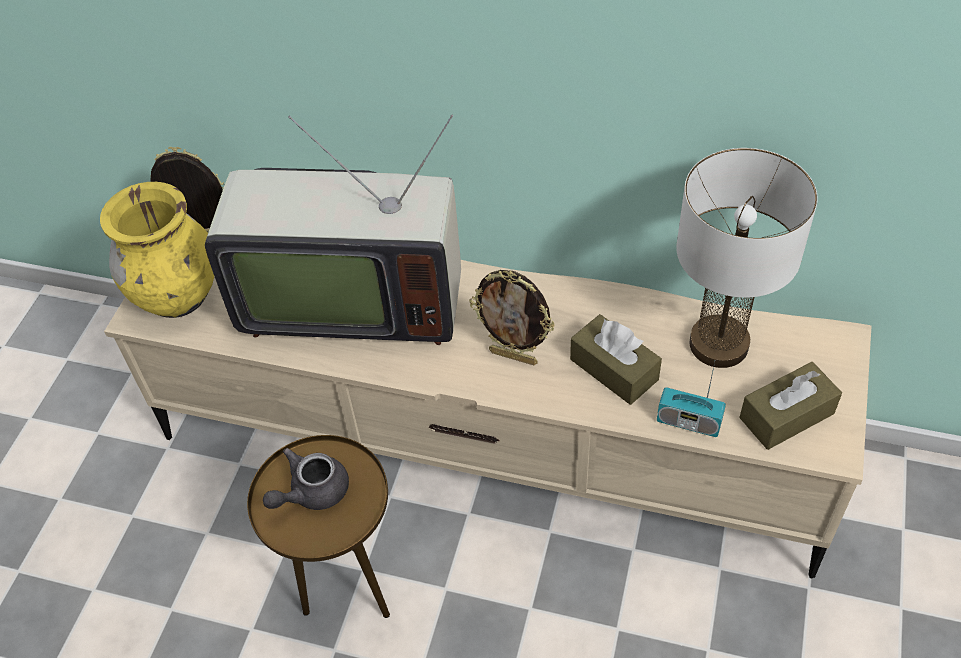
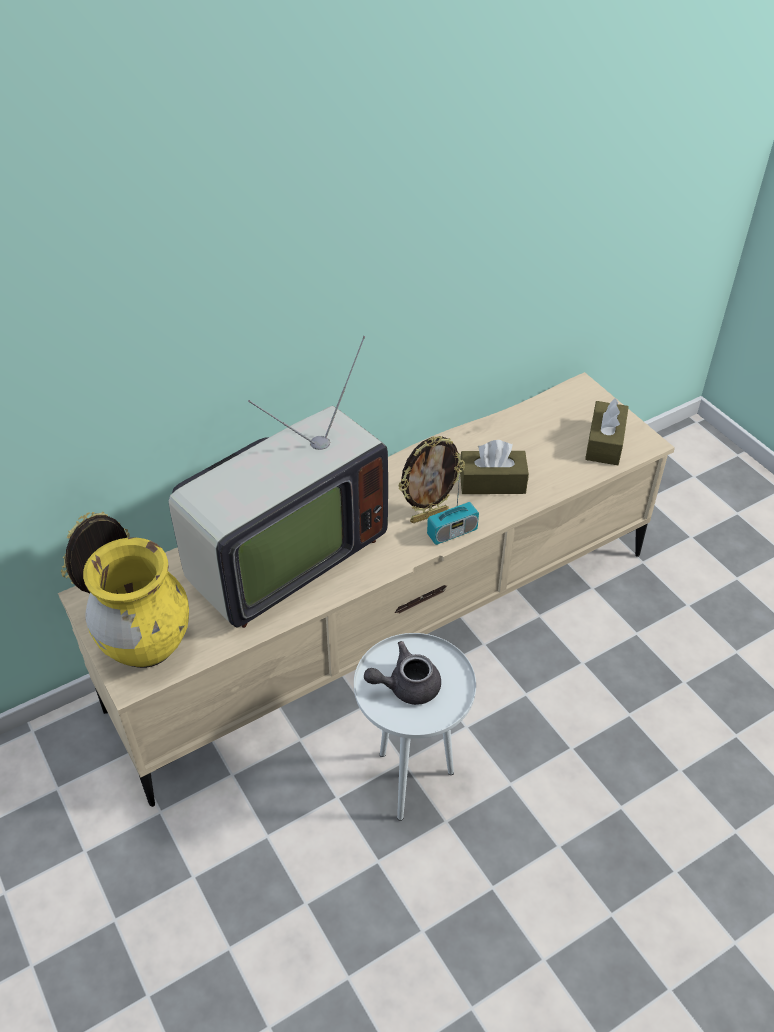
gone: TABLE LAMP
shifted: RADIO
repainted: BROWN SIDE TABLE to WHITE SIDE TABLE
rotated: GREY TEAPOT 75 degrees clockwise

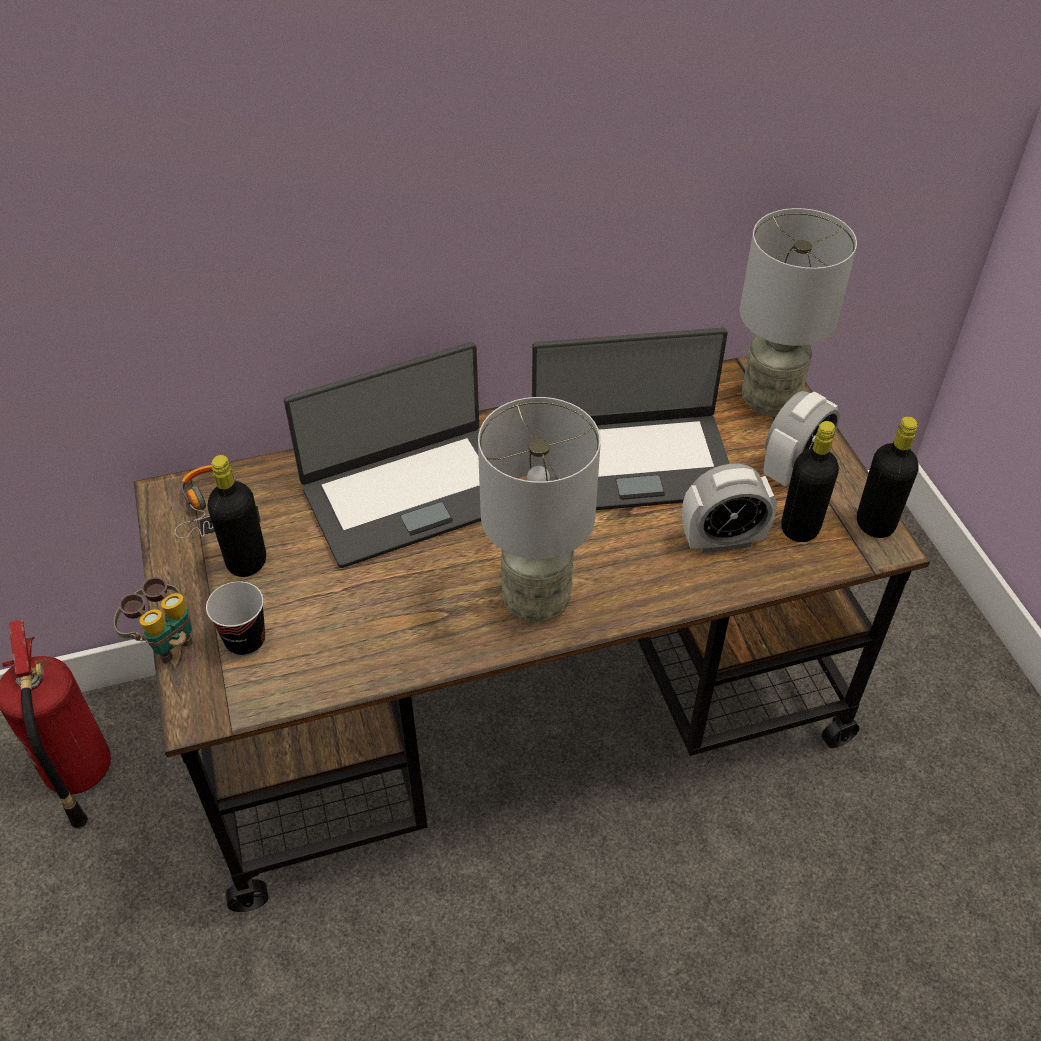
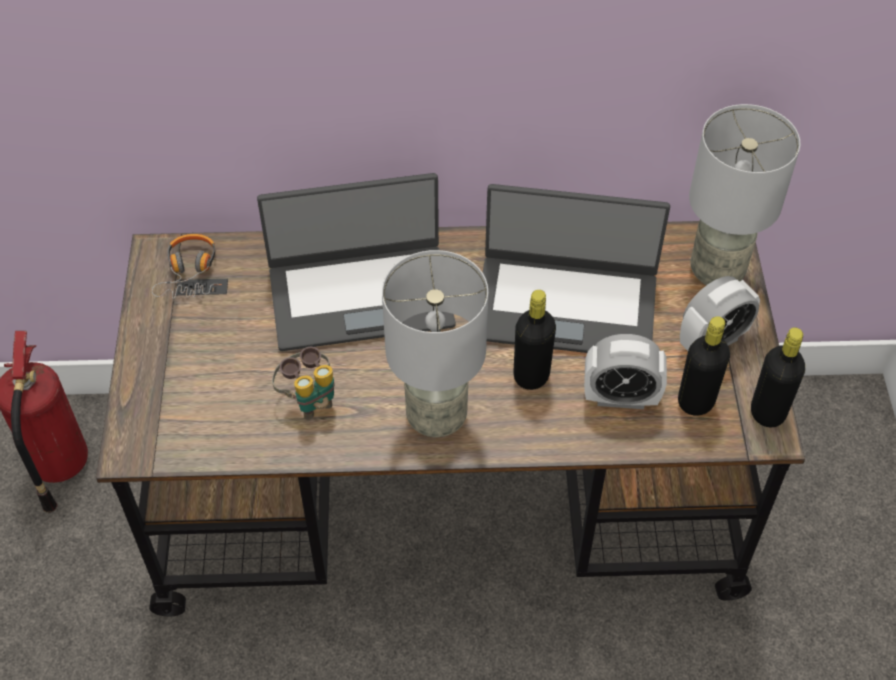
gone: CUP
shifted: BINOCULARS; BLACK BOTTLE (no. 1 from left)

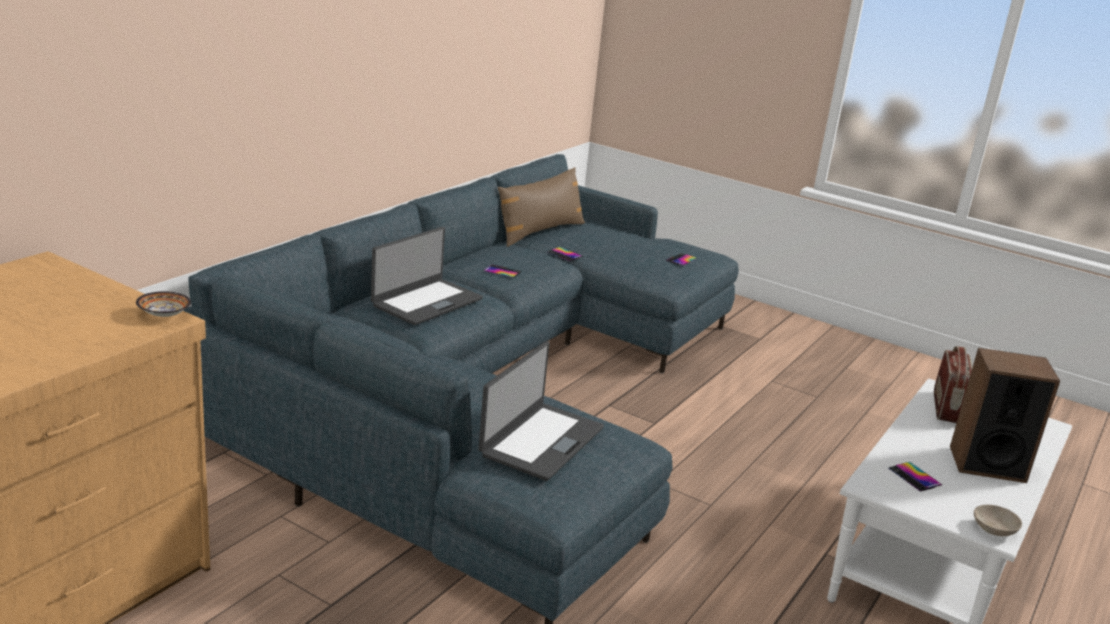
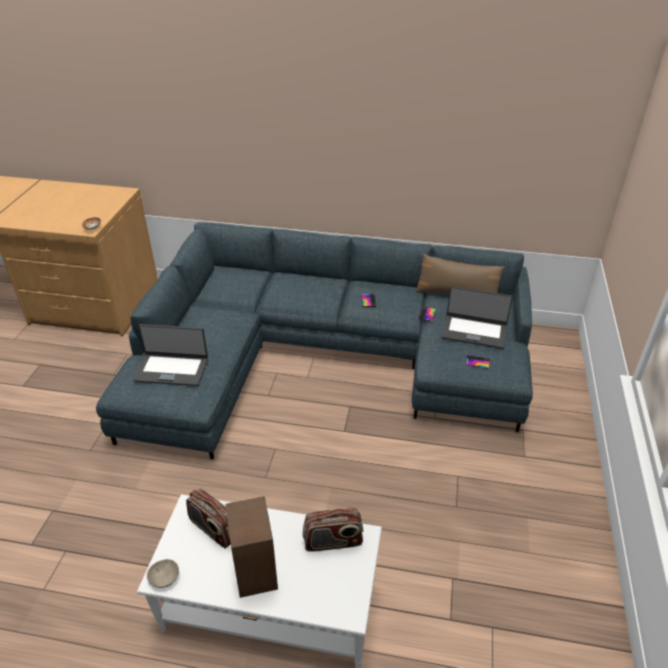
shifted: LAPTOP (no. 1 from left in the first image) to LAPTOP (no. 2 from left)
swapped: PHONE (no. 4 from left) to RADIO (no. 1 from left)

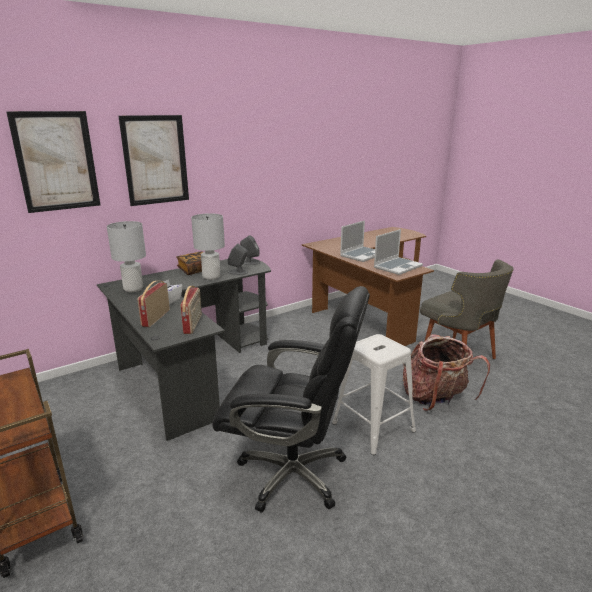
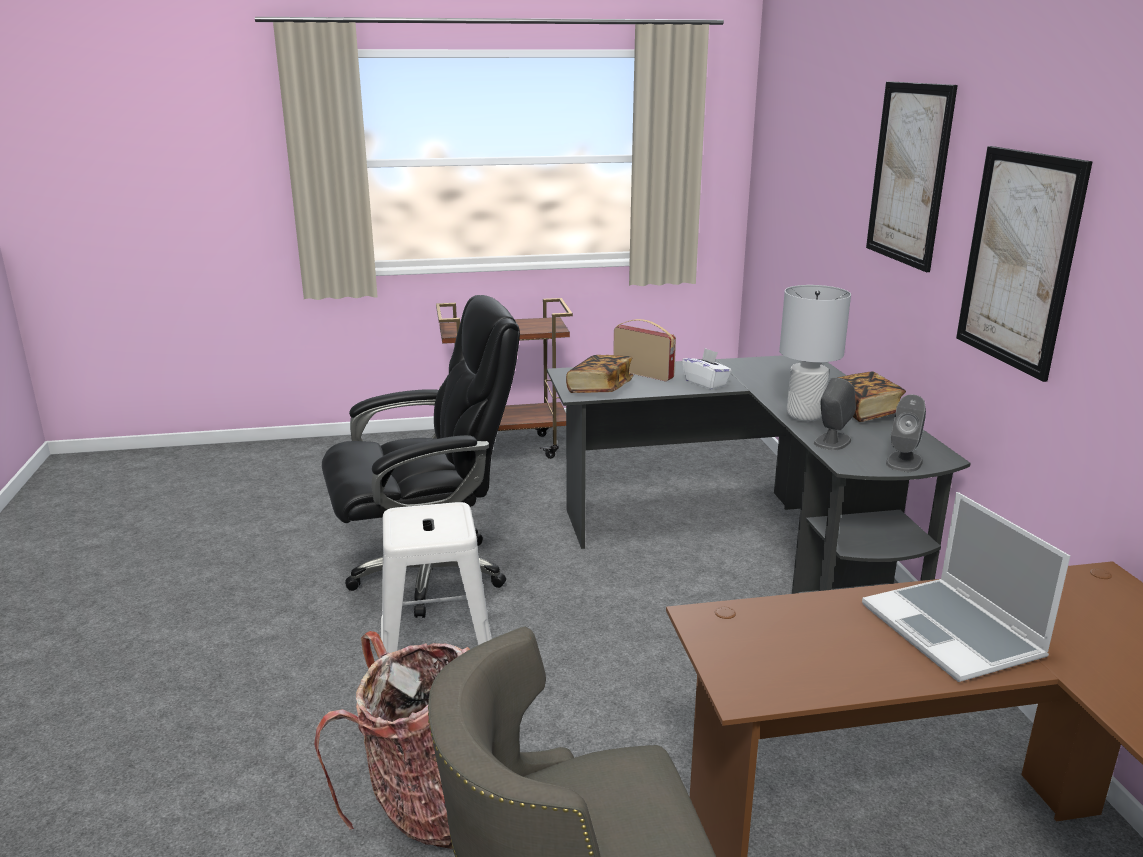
gone: GREY TABLE LAMP (no. 1 from left); LAPTOP (no. 2 from left)
shifted: PICTURE (no. 1 from left in the first image) to PICTURE (no. 2 from left)
swapped: RADIO (no. 2 from left) to BOOK (no. 1 from left)
rotated: BLACK OFFICE CHAIR 150 degrees counterclockwise

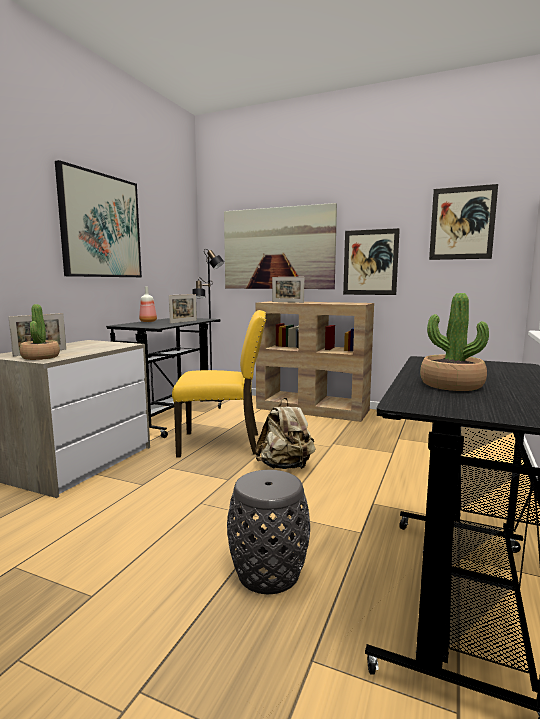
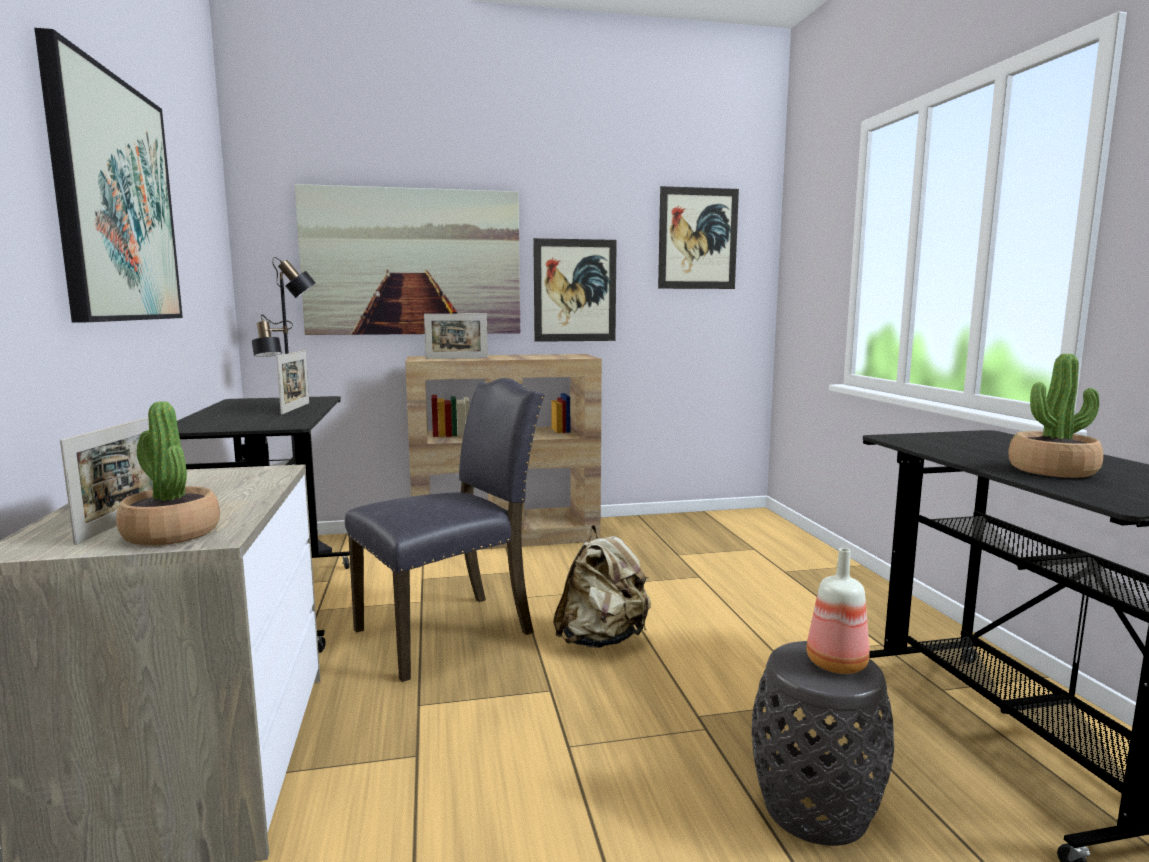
shifted: BOTTLE
repainted: YELLOW CHAIR to GREY CHAIR

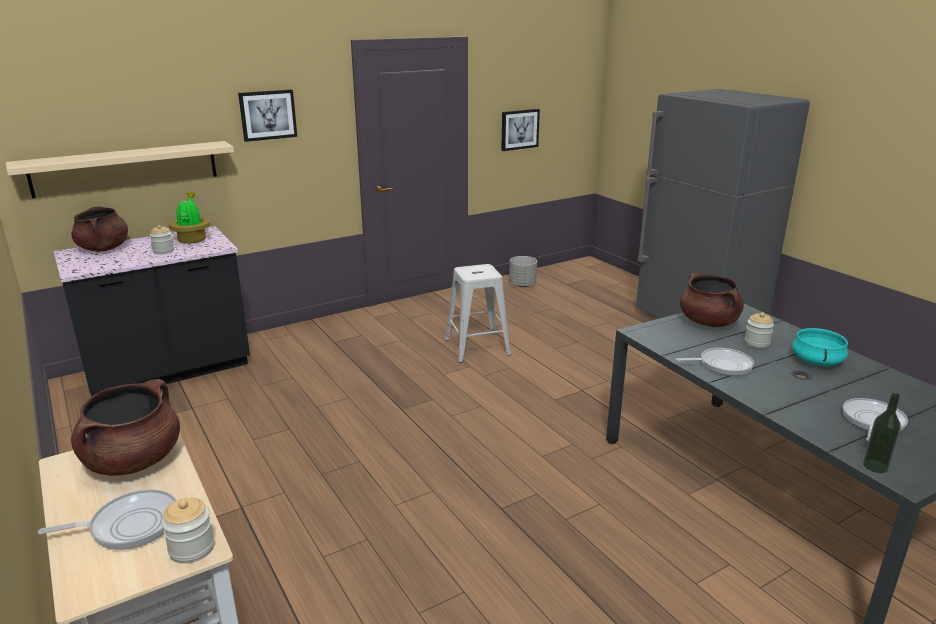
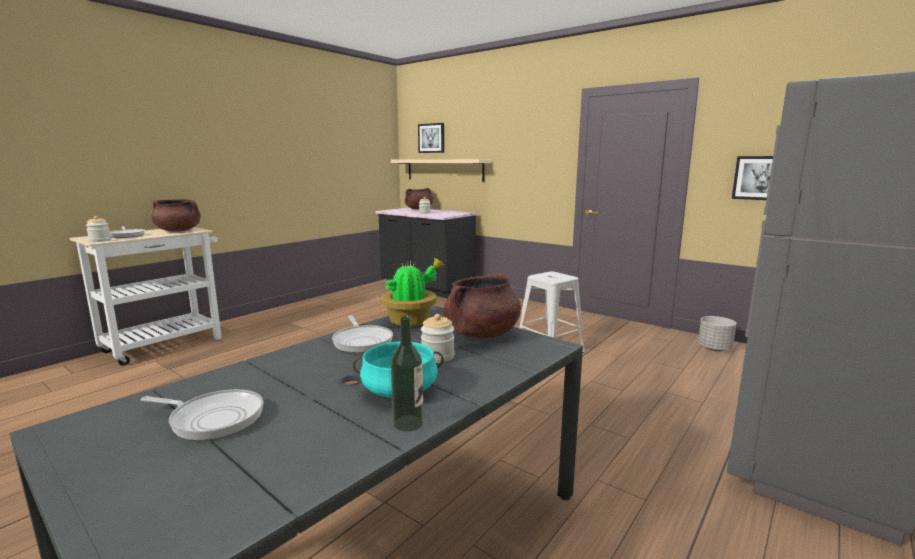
shifted: POTTED PLANT; BOTTLE; PICTURE (no. 1 from left)

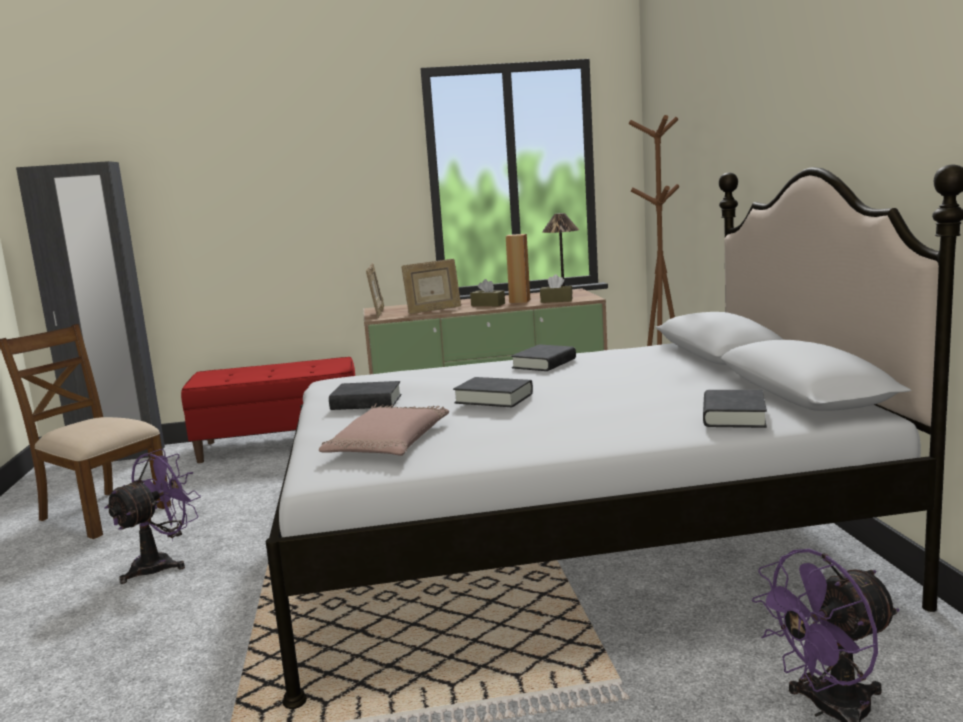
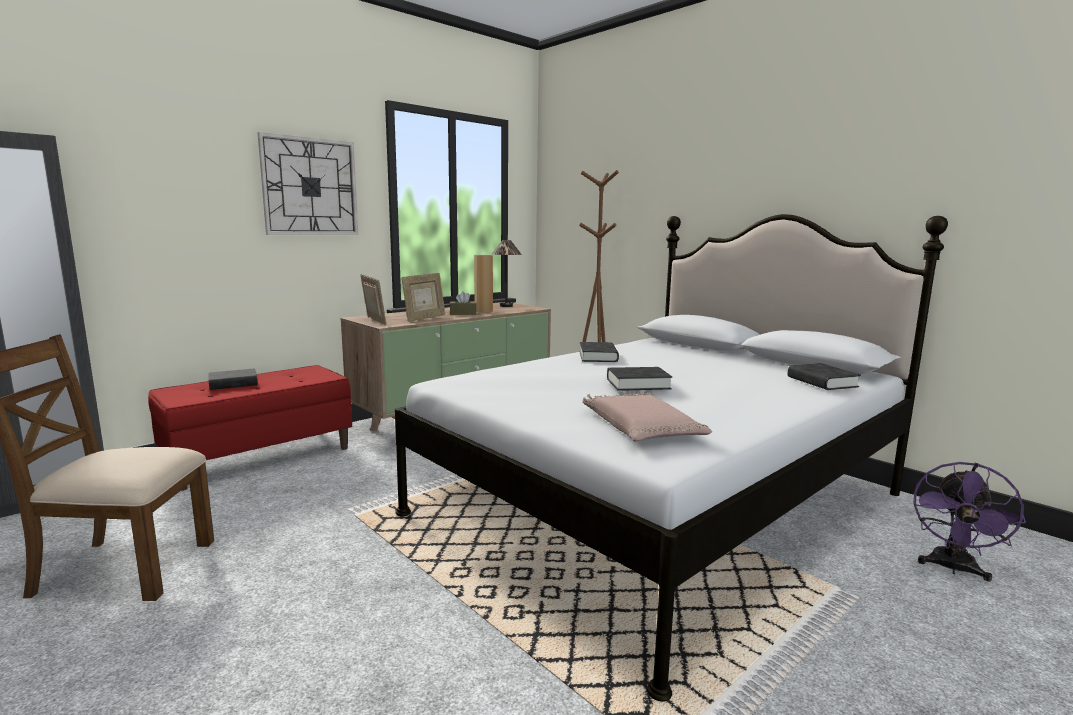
gone: PURPLE FAN (no. 1 from left); BROWN TISSUE BOX (no. 2 from left)
new: WALL CLOCK
shifted: BLACK BOOK (no. 1 from left)

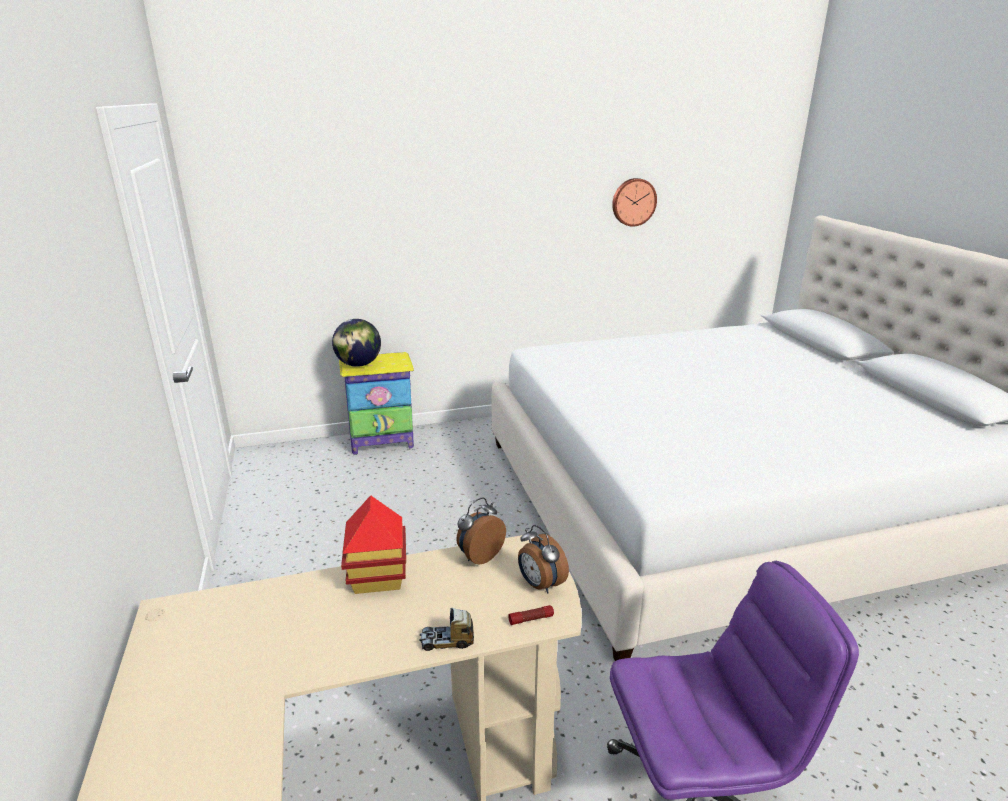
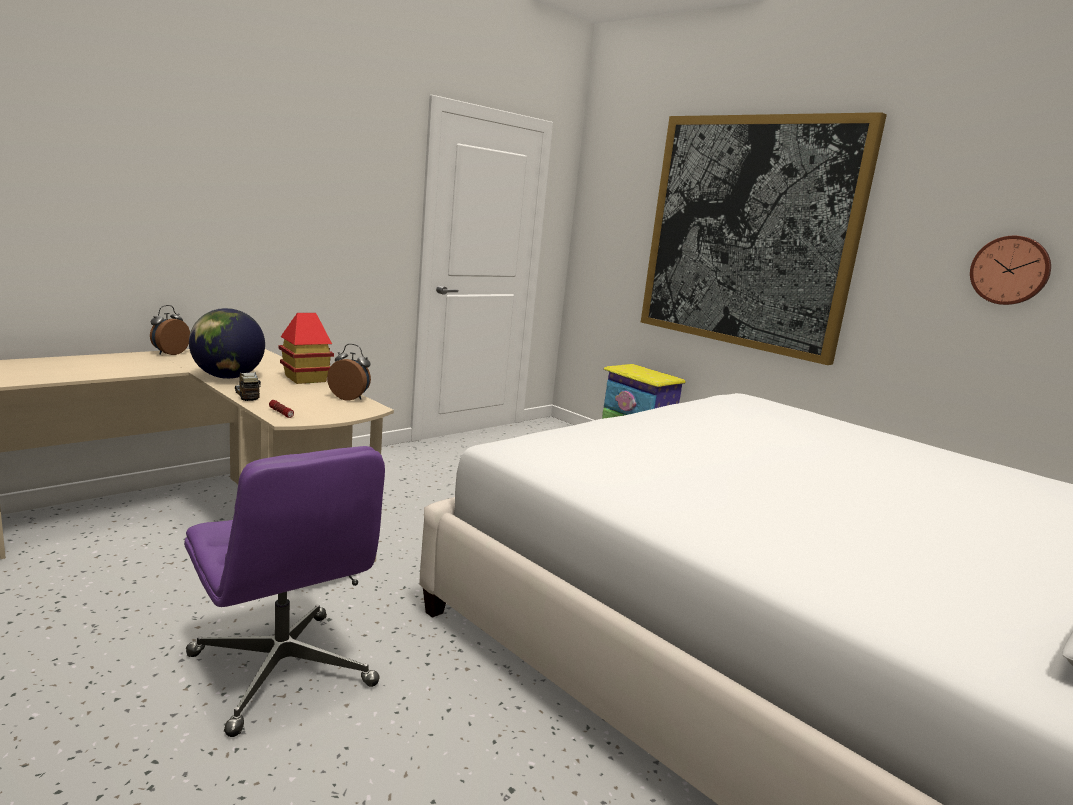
new: PICTURE
shifted: ALARM CLOCK (no. 2 from left in the first image) to ALARM CLOCK (no. 1 from left); GLOBE

